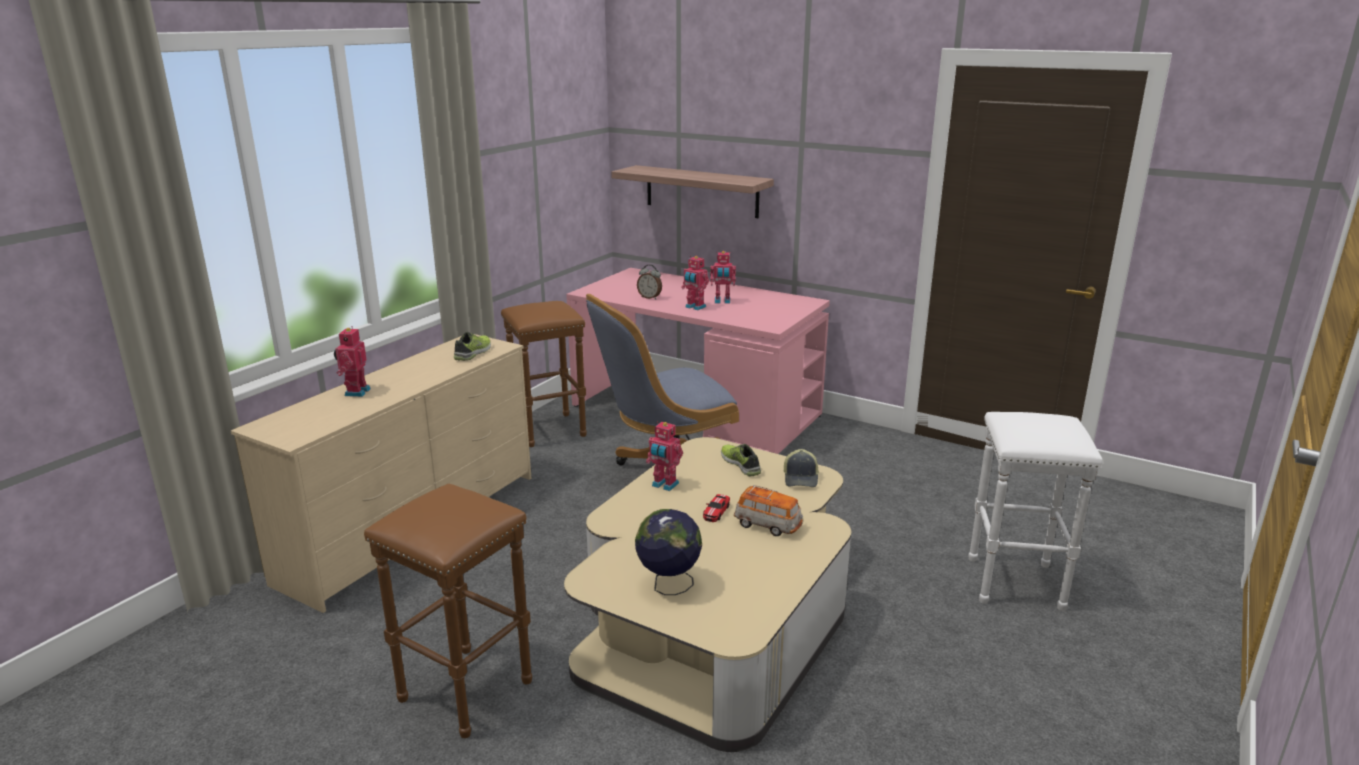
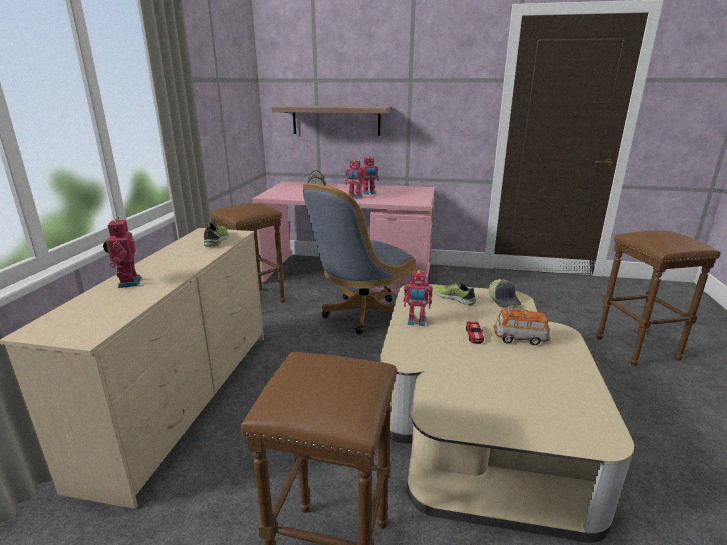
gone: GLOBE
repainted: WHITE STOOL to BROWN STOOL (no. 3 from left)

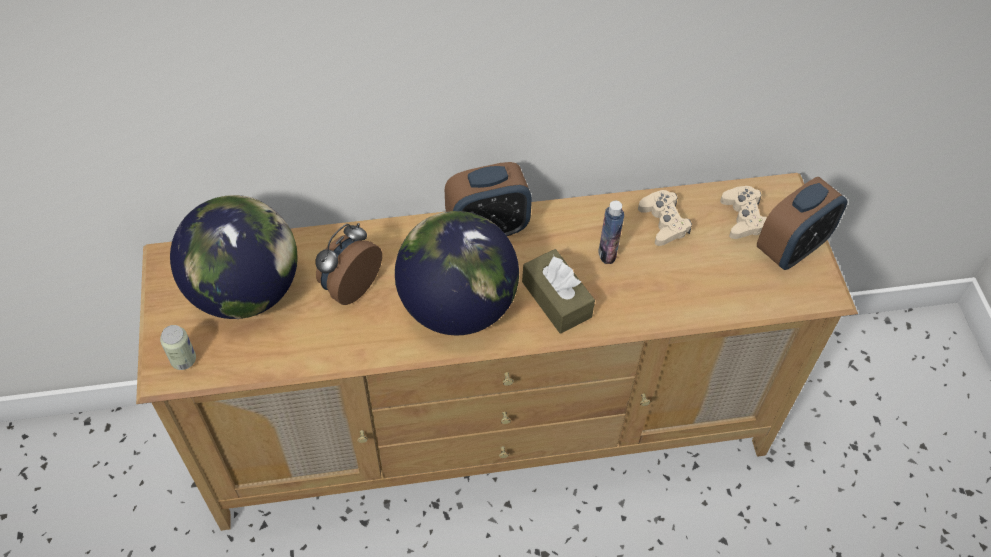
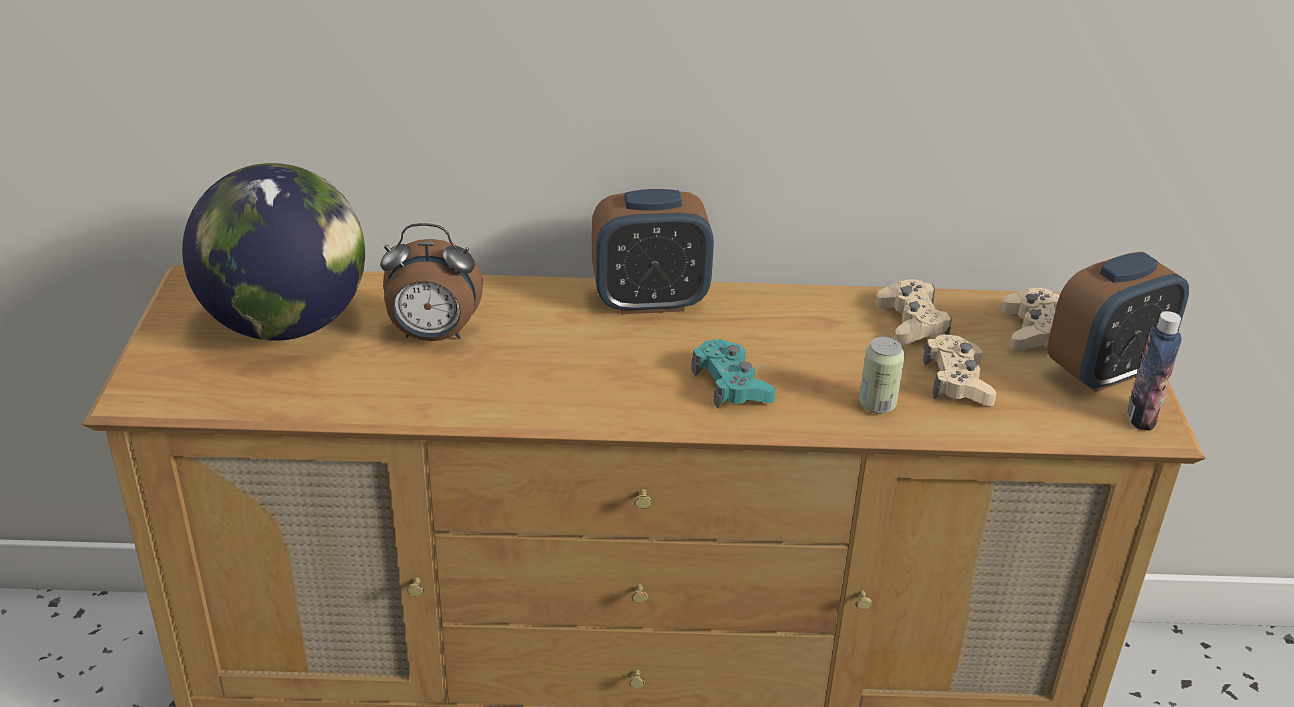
gone: GLOBE (no. 2 from left)
new: BEIGE GAME CONTROLLER (no. 2 from left)
shifted: CAN; BOTTLE
swapped: BROWN TISSUE BOX to TURQUOISE GAME CONTROLLER
rotated: ALARM CLOCK (no. 1 from left) 135 degrees counterclockwise

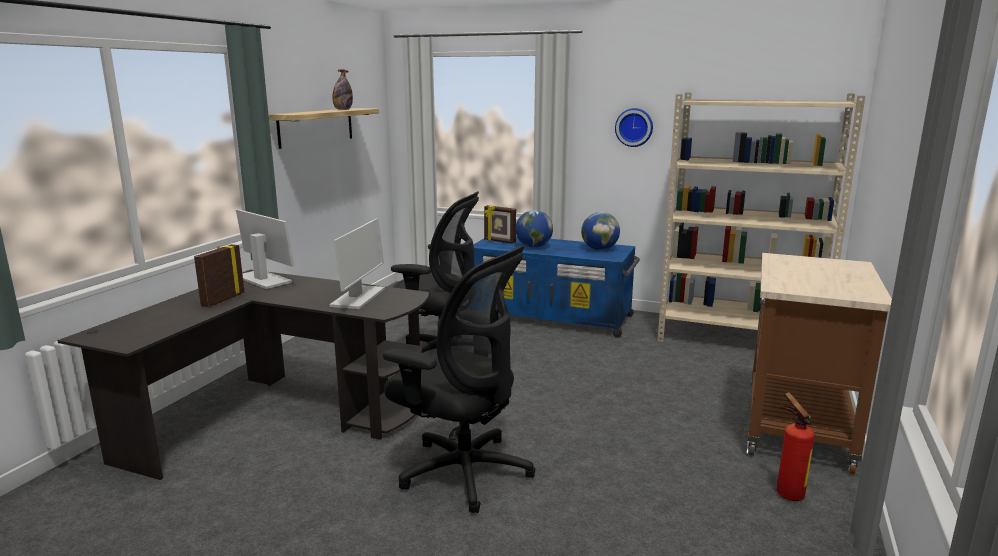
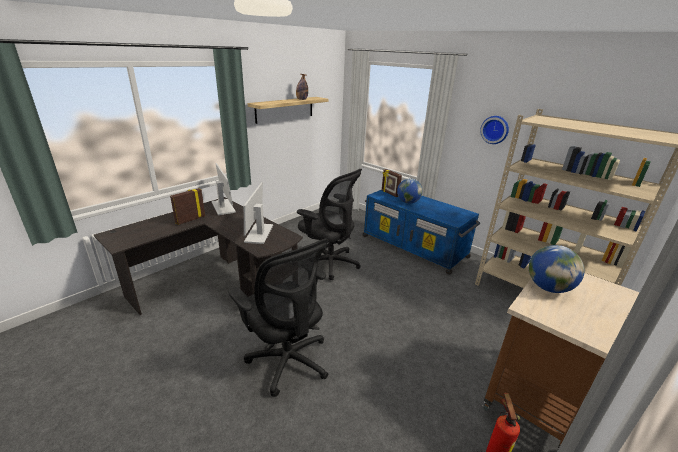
shifted: GLOBE (no. 2 from left)
rotated: MONITOR (no. 2 from left) 150 degrees clockwise

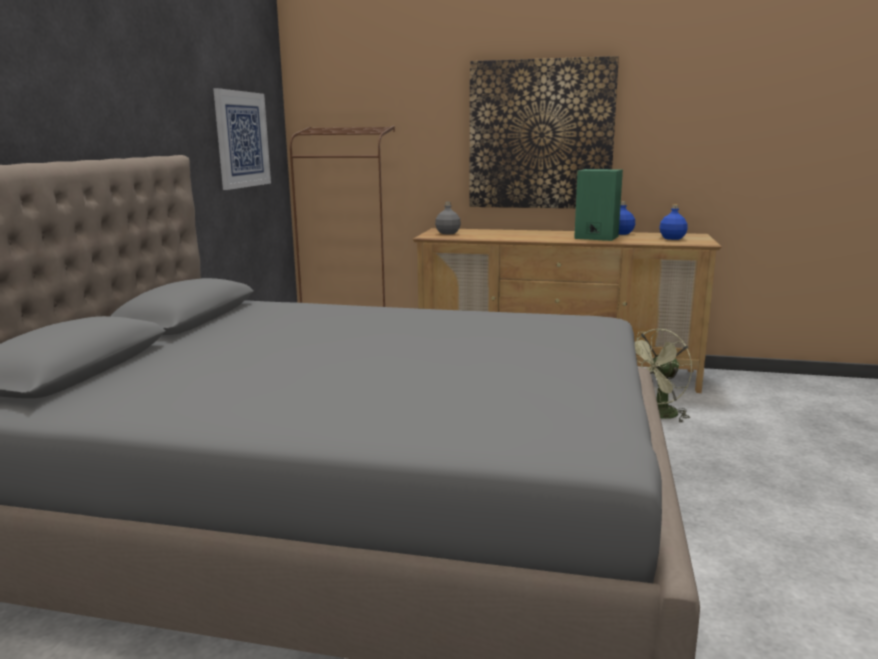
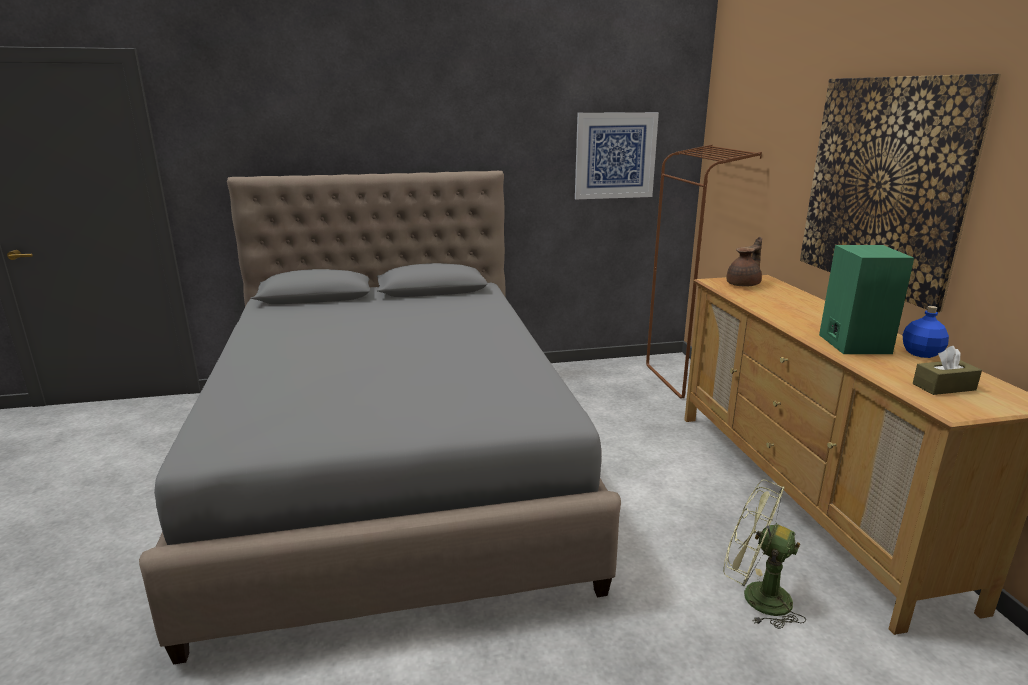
swapped: GREY BOTTLE to BROWN TEAPOT; BLUE BOTTLE (no. 2 from left) to BROWN TISSUE BOX

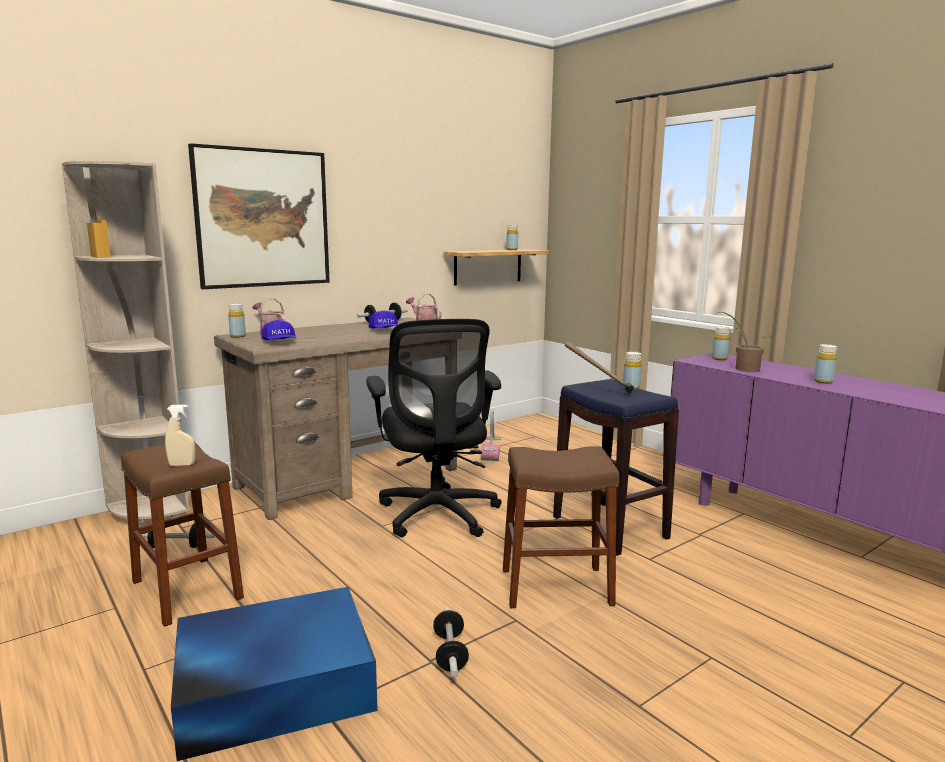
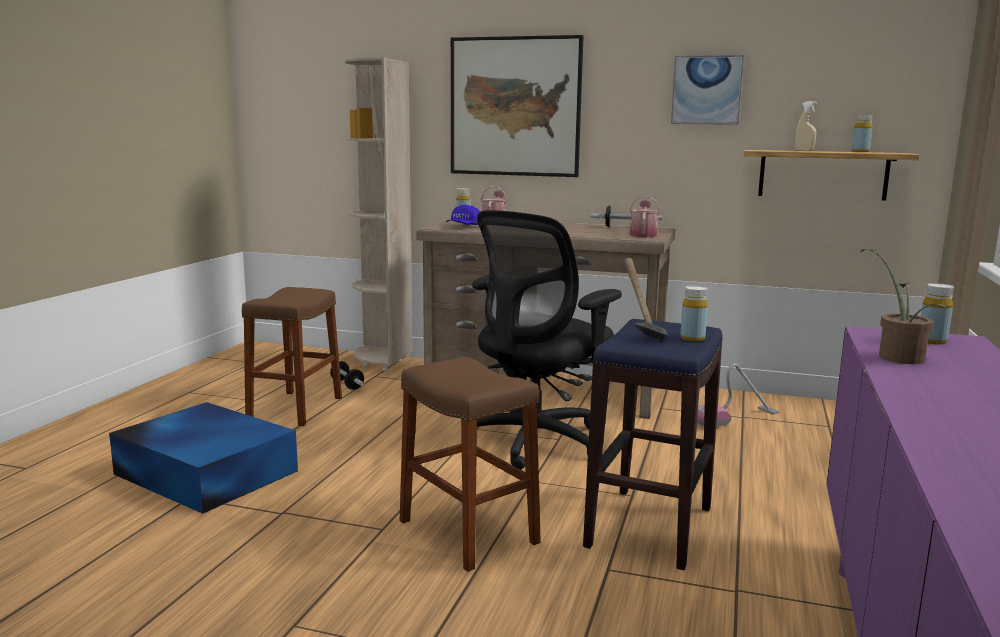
gone: BLUE CAP (no. 2 from left); DUMBBELL (no. 3 from left); YELLOW BOTTLE (no. 5 from left)
new: PICTURE (no. 2 from left)
shifted: BEIGE SPRAY BOTTLE

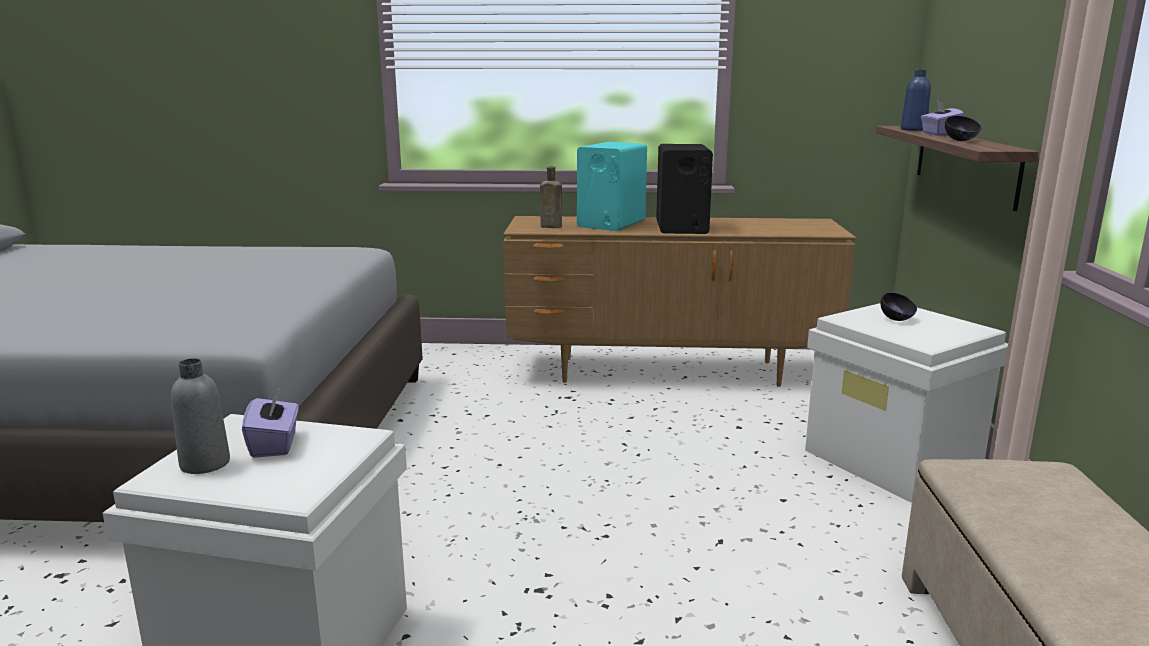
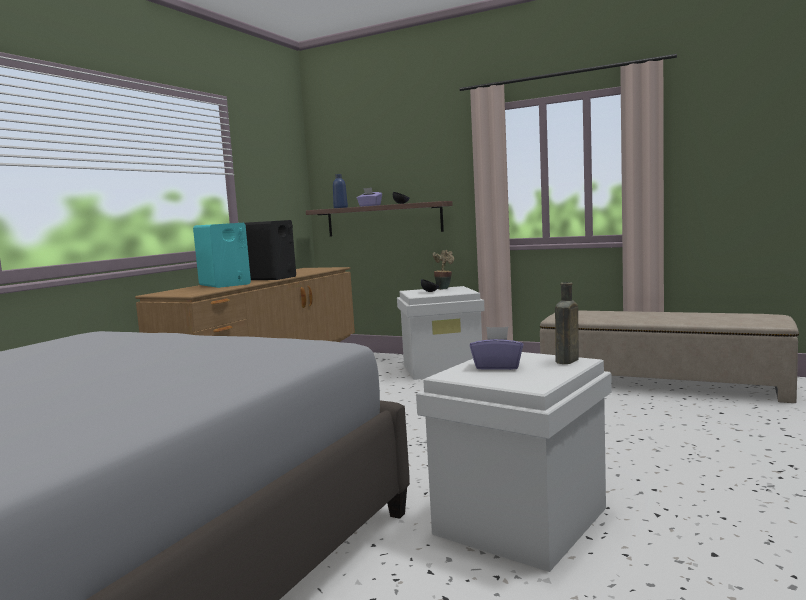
gone: GREY BOTTLE
new: POTTED PLANT
shifted: BROWN BOTTLE

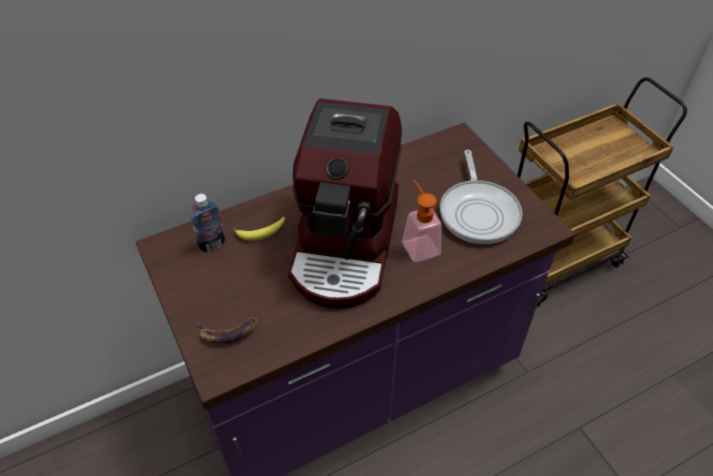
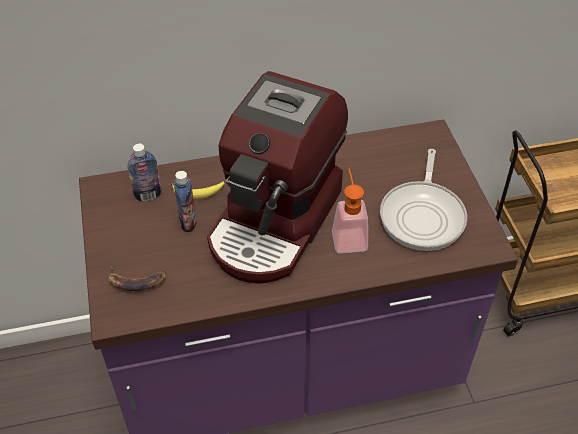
new: BOTTLE (no. 2 from left)

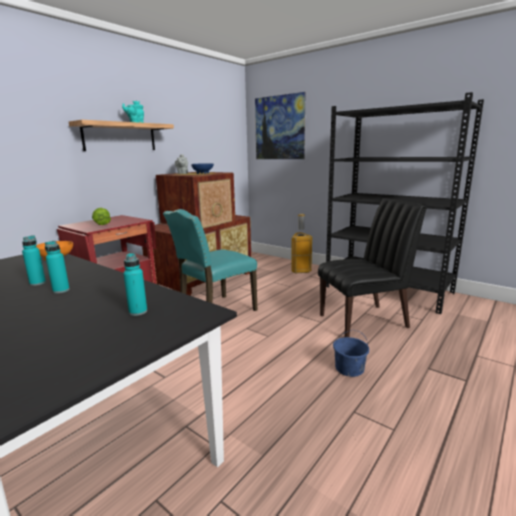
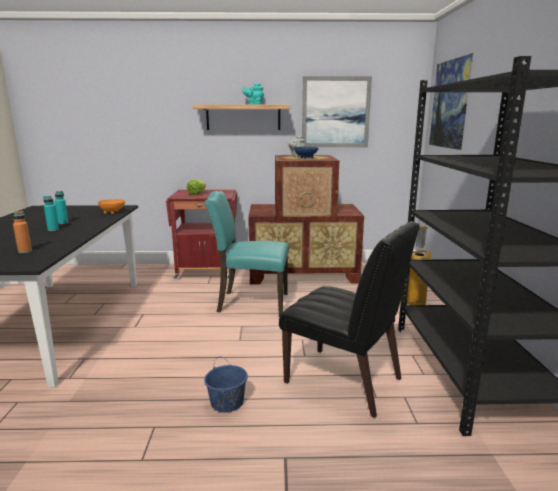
new: PICTURE (no. 1 from left)
repainted: TURQUOISE BOTTLE (no. 3 from left) to ORANGE BOTTLE

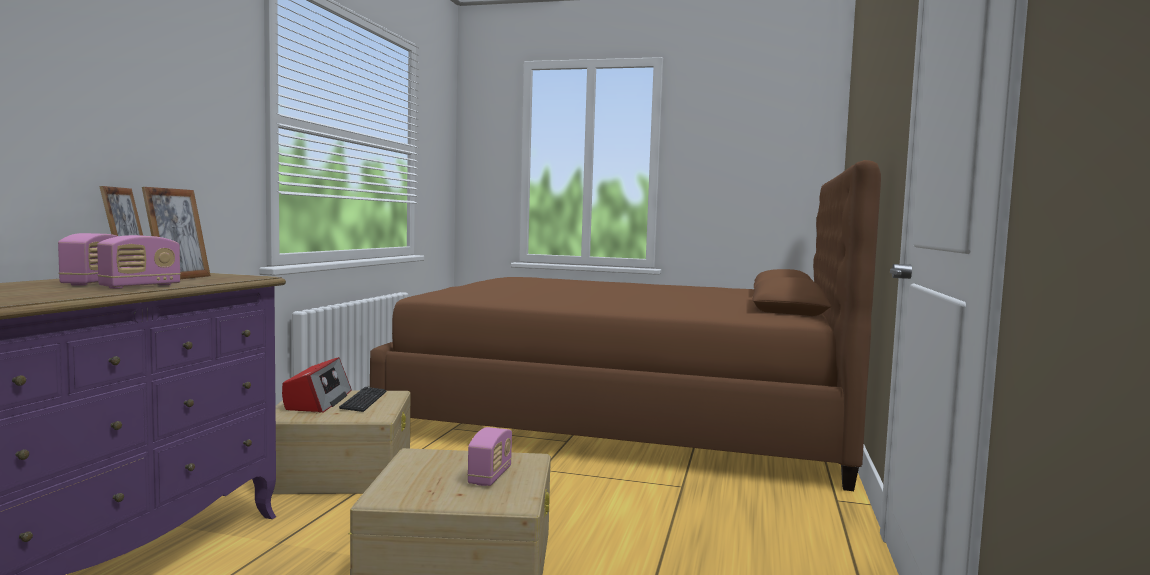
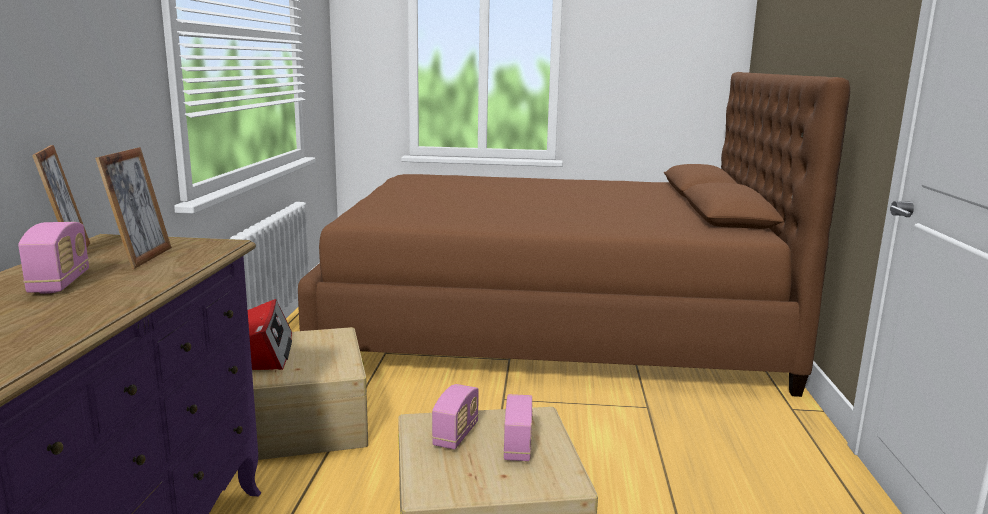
gone: KEYBOARD
shifted: RADIO (no. 2 from left in the first image) to RADIO (no. 3 from left)

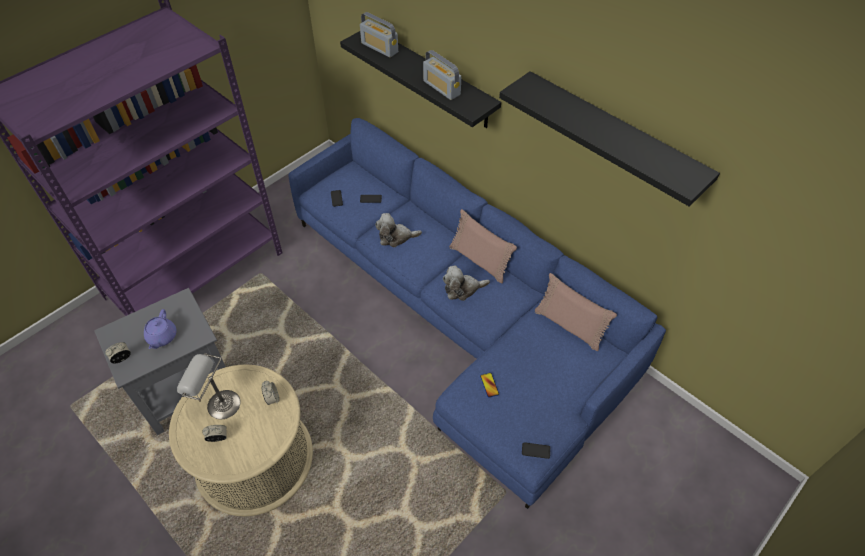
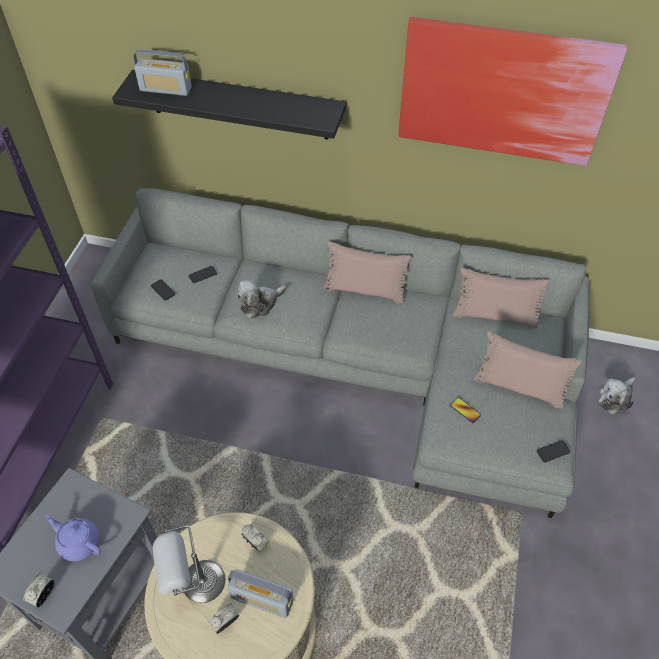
new: BEIGE PILLOW (no. 3 from left)
shifted: RADIO (no. 2 from left); PLUSH TOY (no. 2 from left)
swapped: BLACK SHELF (no. 2 from left) to PICTURE
repainted: BLUE SOFA to GREY SOFA
rotated: PURPLE TEAPOT 150 degrees clockwise

